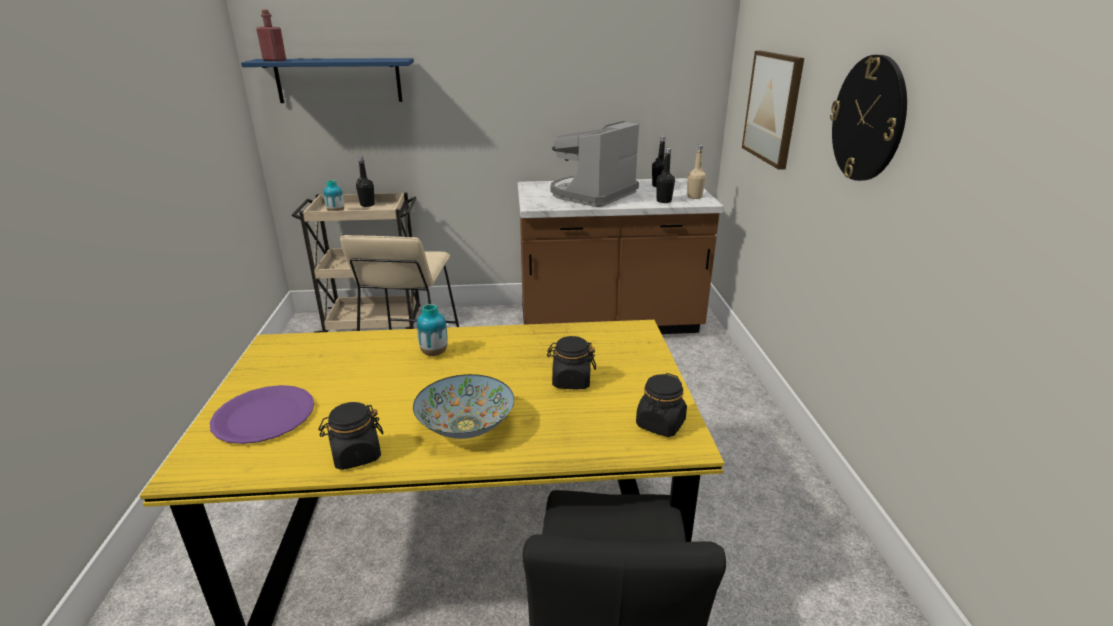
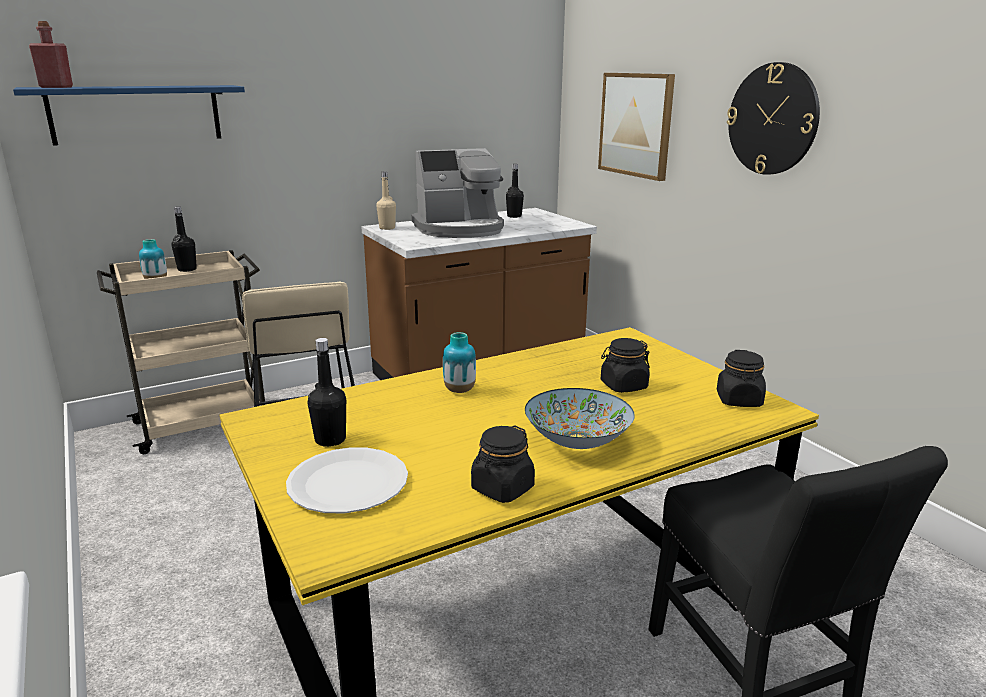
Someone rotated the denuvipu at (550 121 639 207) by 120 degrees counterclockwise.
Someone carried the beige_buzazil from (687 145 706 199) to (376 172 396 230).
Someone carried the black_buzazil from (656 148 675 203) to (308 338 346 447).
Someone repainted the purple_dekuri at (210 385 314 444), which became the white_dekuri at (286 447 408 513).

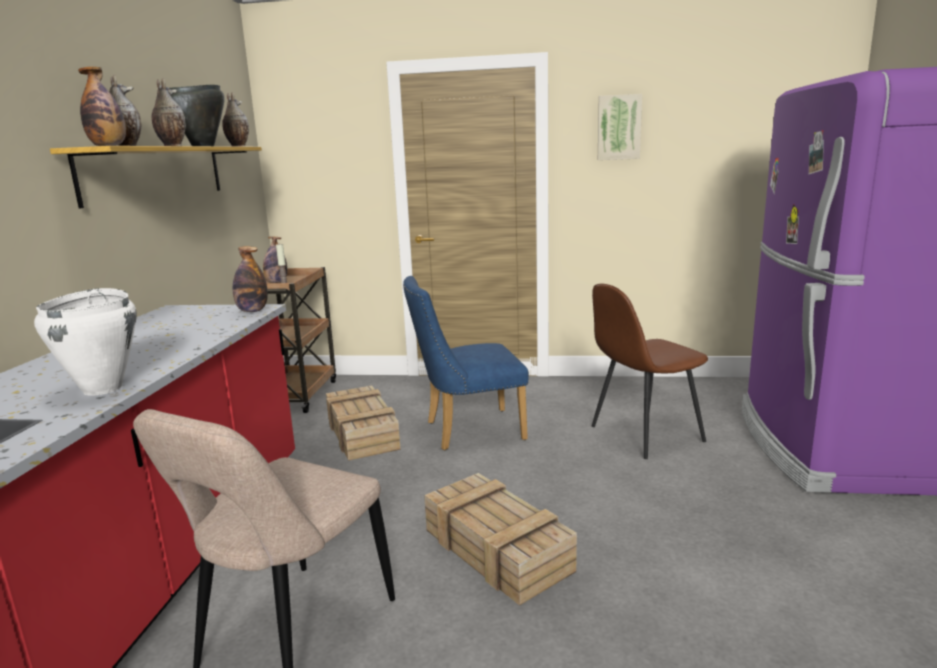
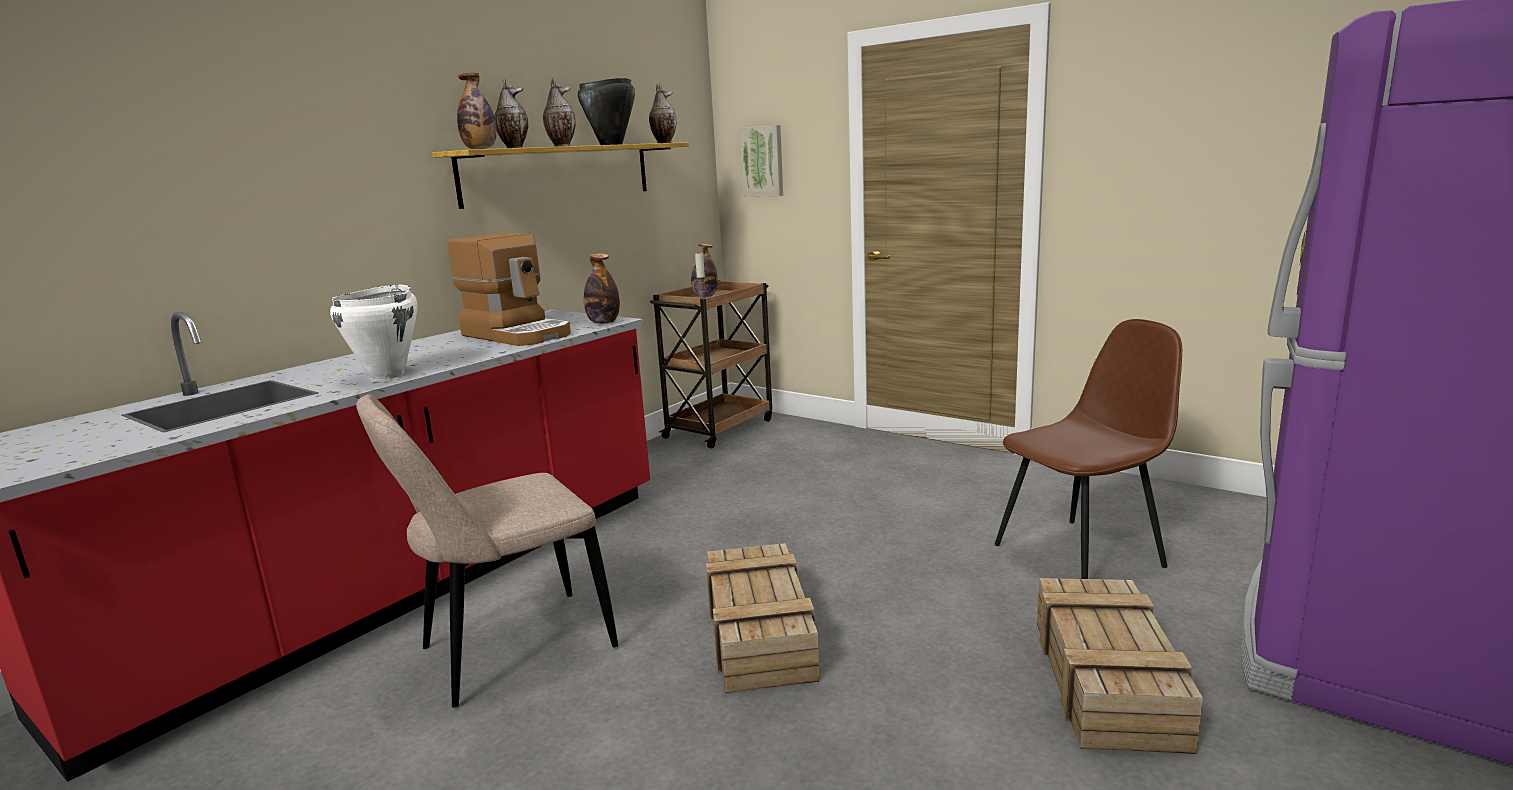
Someone carried the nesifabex from (598 94 642 160) to (740 125 783 197).
Someone took away the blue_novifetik at (403 276 529 450).
Someone rotated the brown_novifetik at (592 284 708 459) by 150 degrees clockwise.
Someone carried the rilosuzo from (326 386 401 461) to (1037 578 1203 754).
Someone put down the denuvipu at (448 233 571 346).

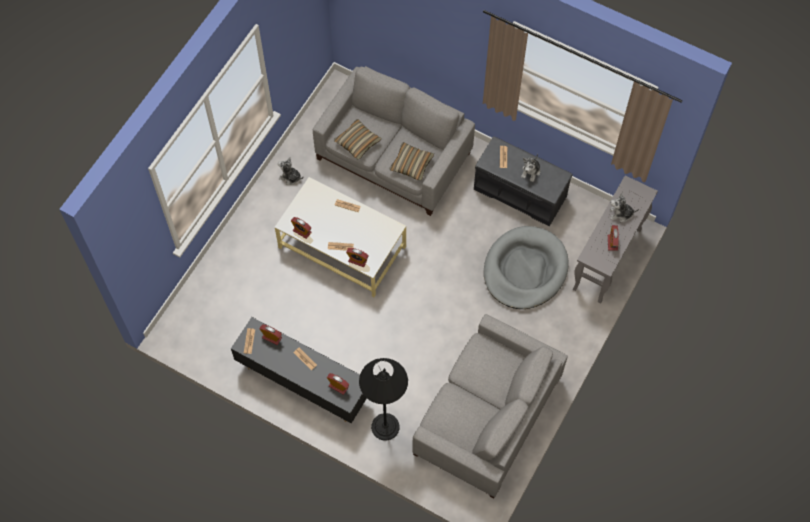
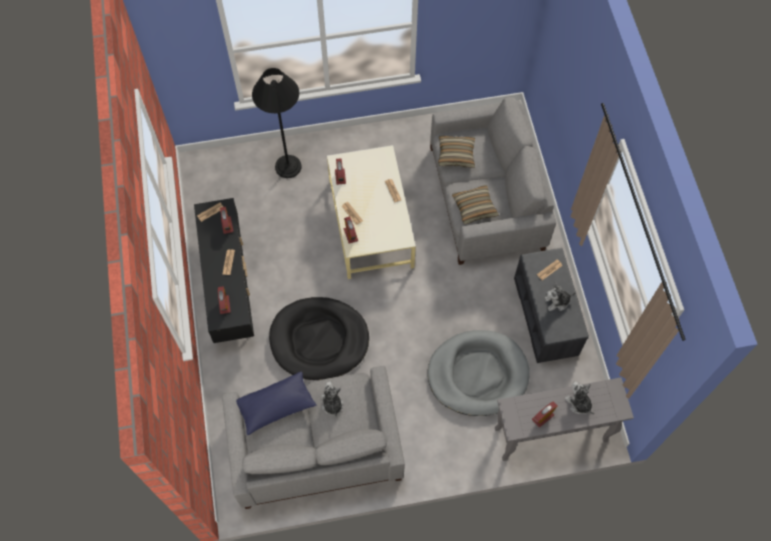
Someone carried the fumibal from (278 157 303 185) to (321 381 343 417).
Someone carried the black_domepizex from (359 358 408 440) to (252 68 302 178).
Someone put down the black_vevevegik at (269 297 369 380).
Someone put down the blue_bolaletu at (236 372 316 435).

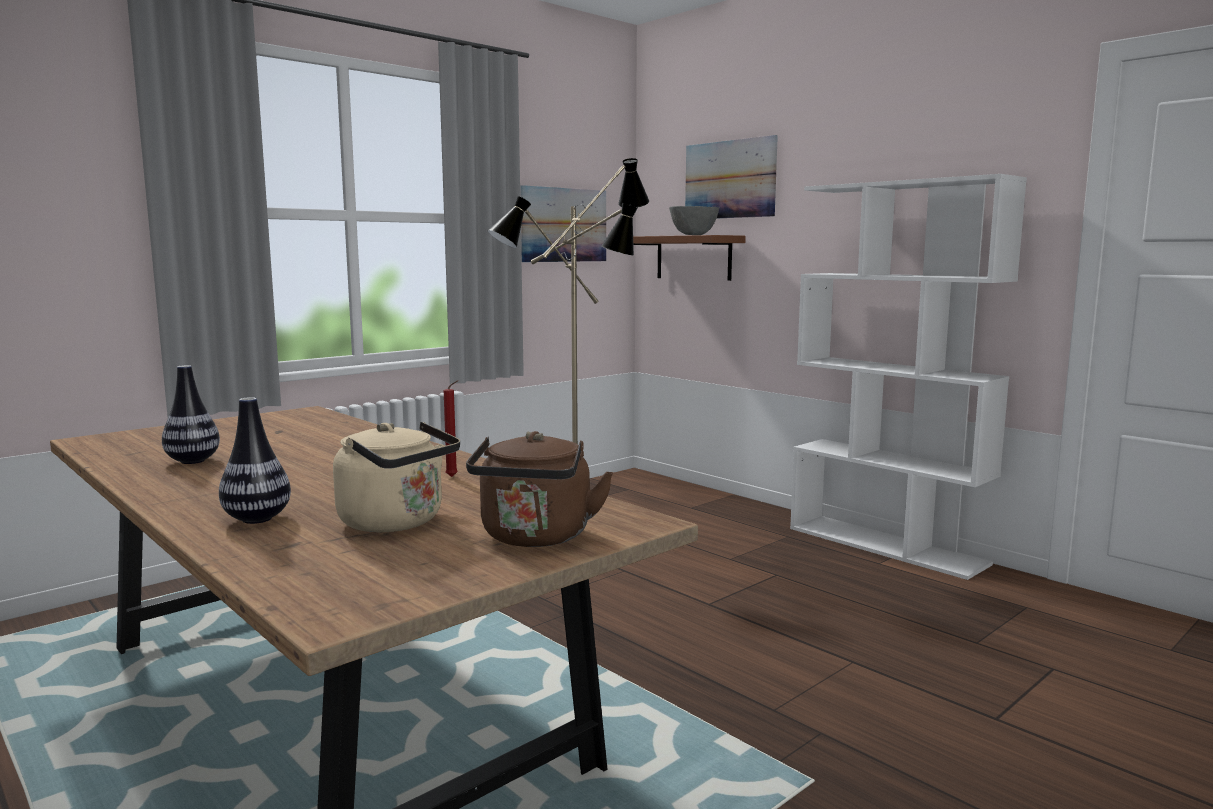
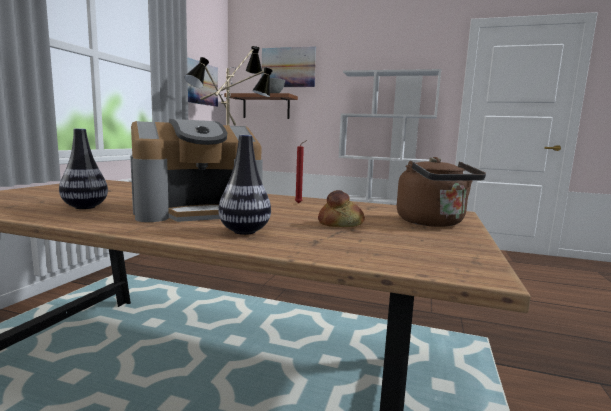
Someone swapped the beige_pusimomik at (333 422 460 532) for the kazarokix at (318 190 365 227).
Someone put down the denuvipu at (130 119 263 222).

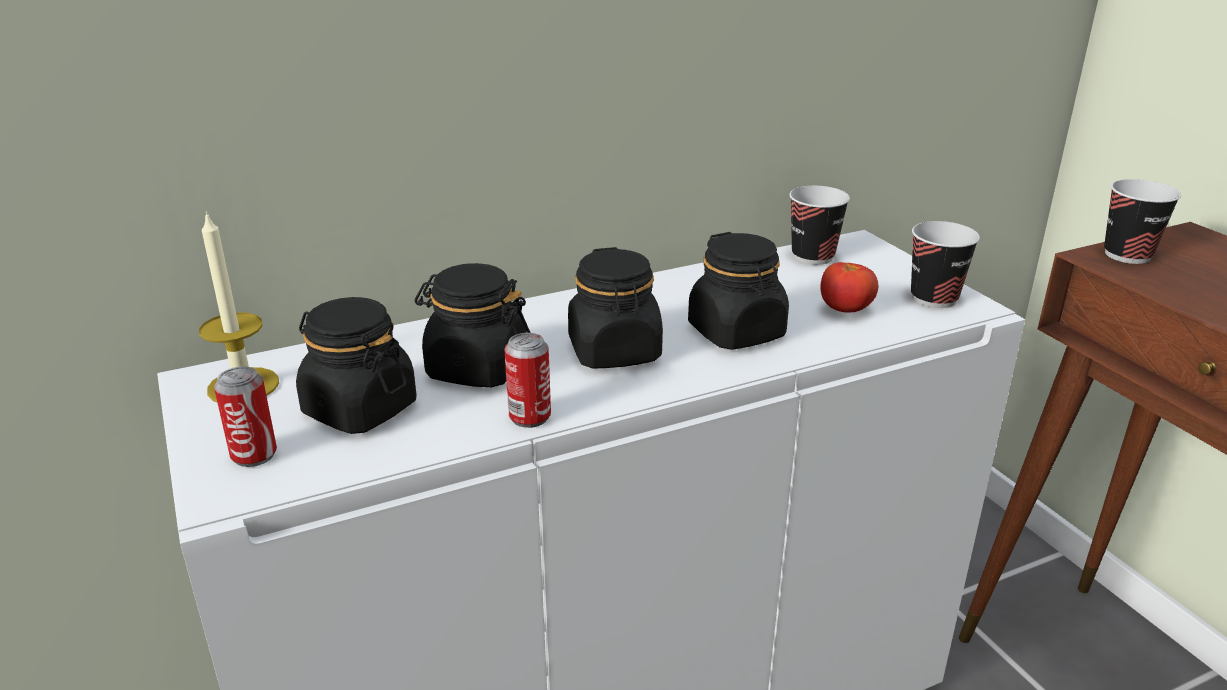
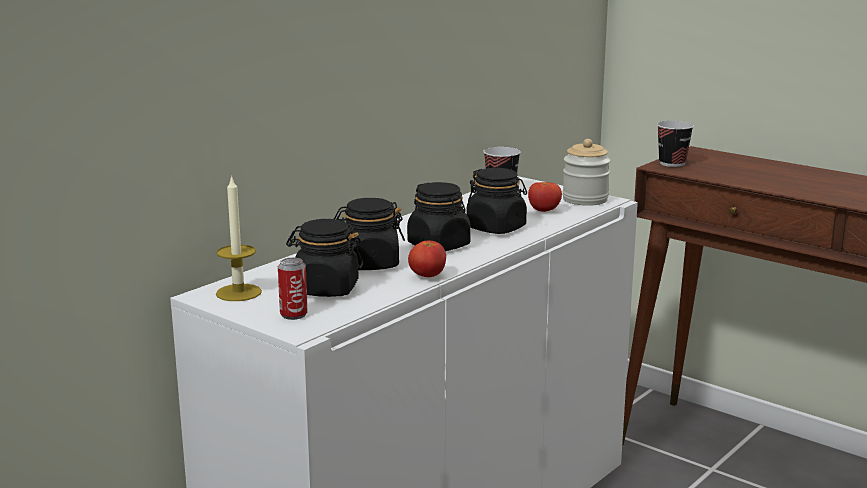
Someone swapped the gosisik at (911 221 980 308) for the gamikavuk at (562 139 611 206).
Someone swapped the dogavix at (504 333 551 428) for the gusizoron at (408 241 446 277).

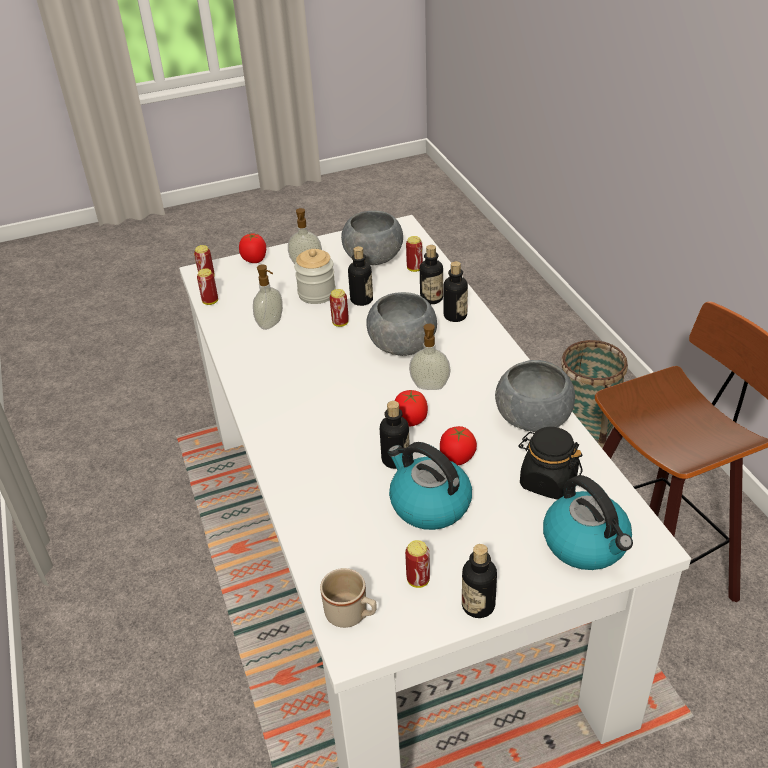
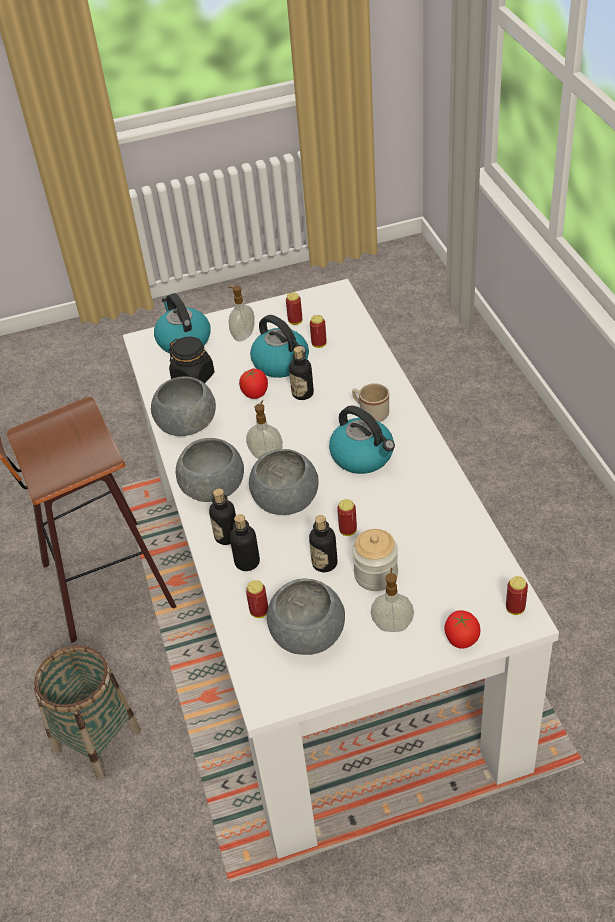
Someone carried the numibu from (253 265 283 330) to (228 286 255 342).
Someone carried the dogavix from (197 269 218 305) to (310 315 327 348).
Someone took away the gusizoron at (394 390 428 426).
Someone took away the buzazil at (462 544 497 618).
Someone carried the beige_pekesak from (320 568 377 628) to (352 383 389 422).
Someone put down the pusimomik at (329 406 395 474).
Someone put down the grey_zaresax at (176 438 244 502).

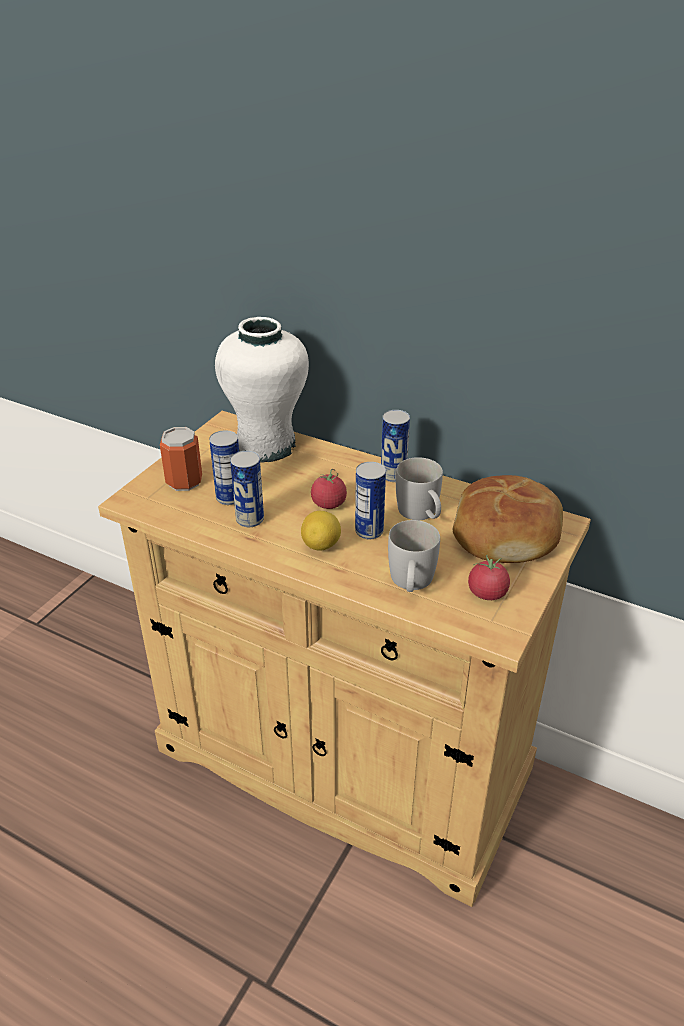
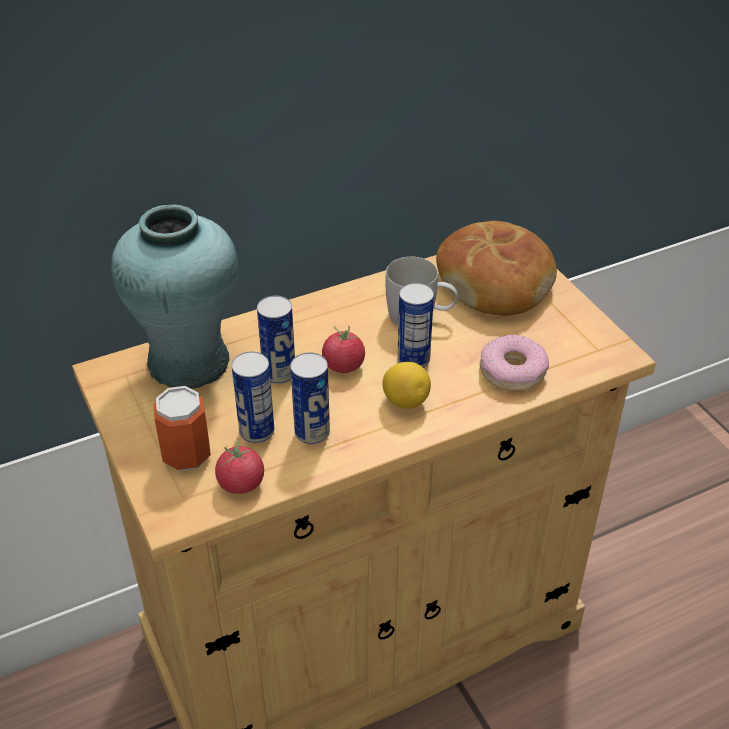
Someone repainted the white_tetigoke at (215 317 309 463), which became the turquoise_tetigoke at (111 204 238 389).
Someone carried the dogavix from (381 410 410 482) to (257 295 295 384).
Someone swapped the white_pekesak at (388 520 440 592) for the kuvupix at (480 334 549 391).
Someone carried the gusizoron from (468 555 510 600) to (215 439 264 494).

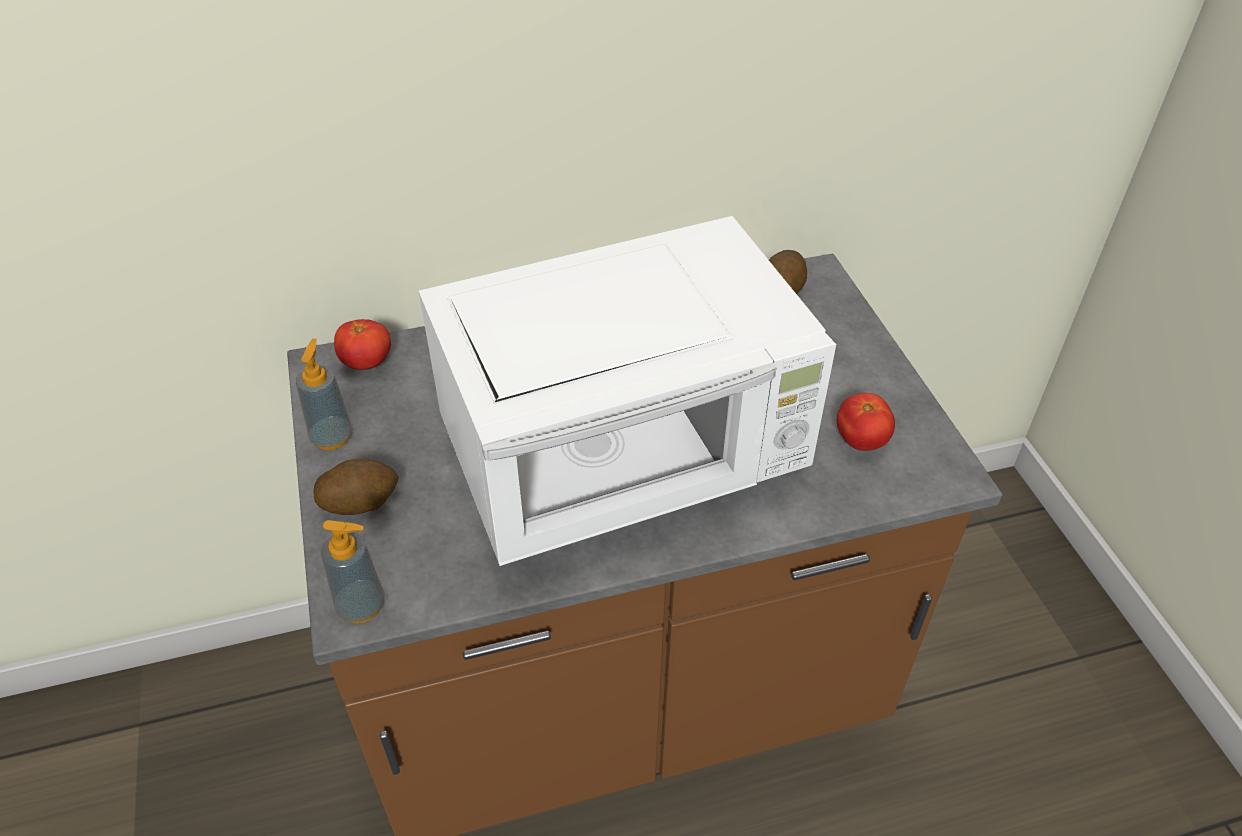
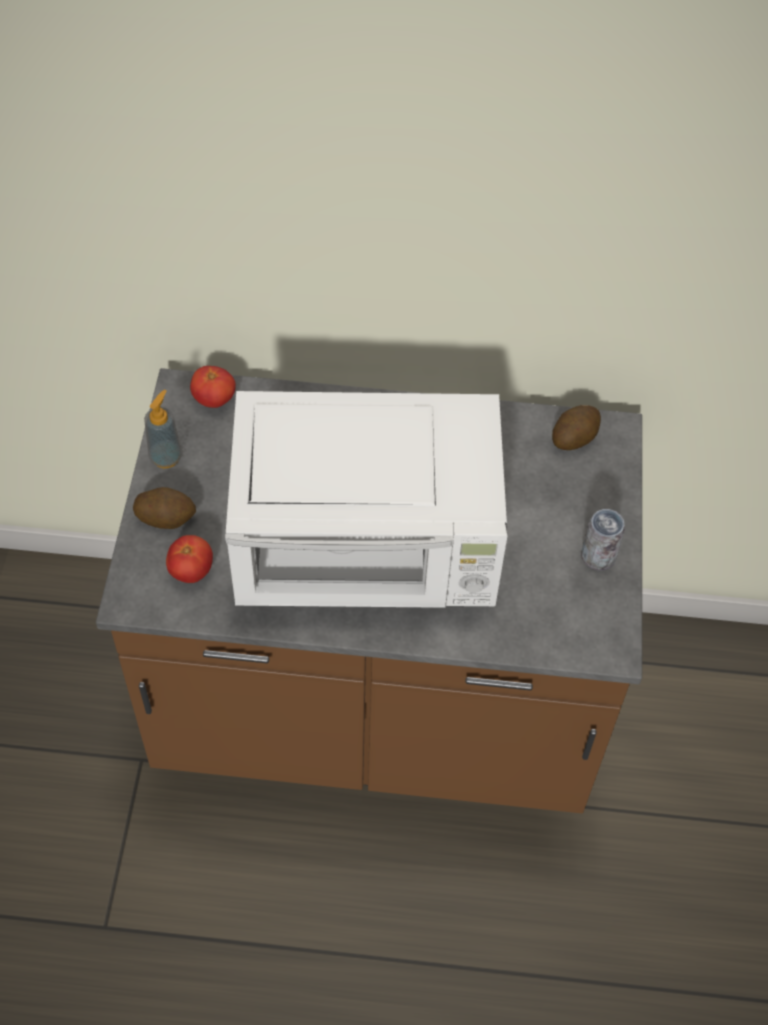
Someone carried the gusizoron from (837 393 895 451) to (166 535 213 583).
Someone took away the numibu at (321 520 385 623).
Someone put down the dogavix at (581 509 625 570).

